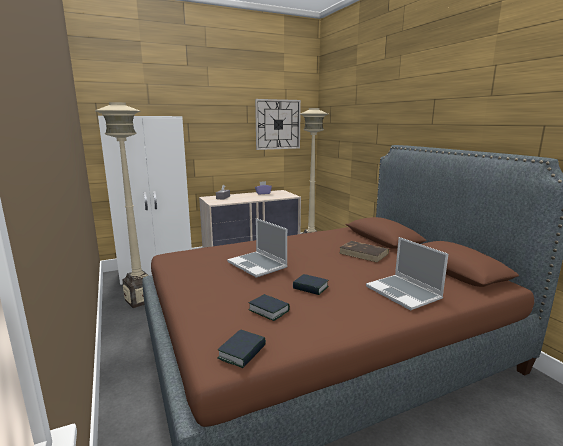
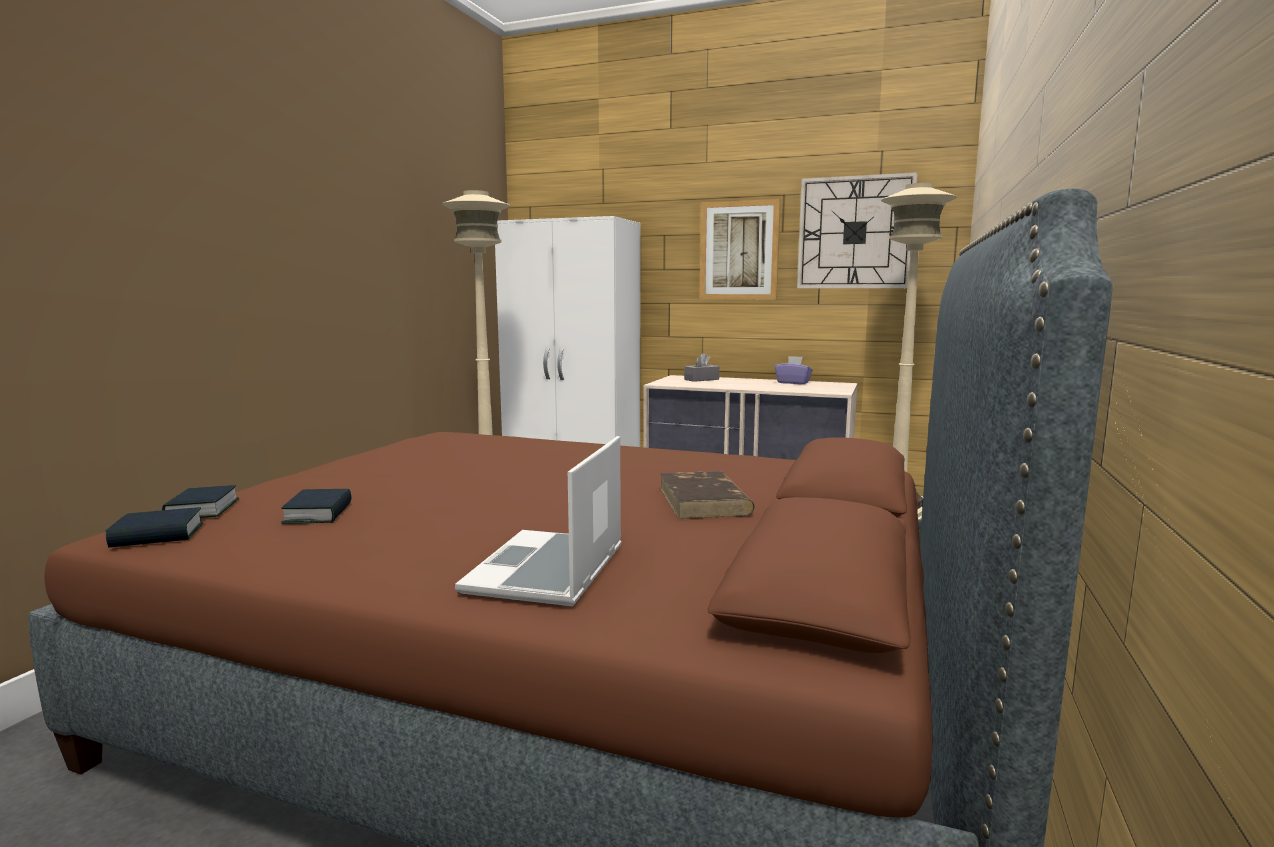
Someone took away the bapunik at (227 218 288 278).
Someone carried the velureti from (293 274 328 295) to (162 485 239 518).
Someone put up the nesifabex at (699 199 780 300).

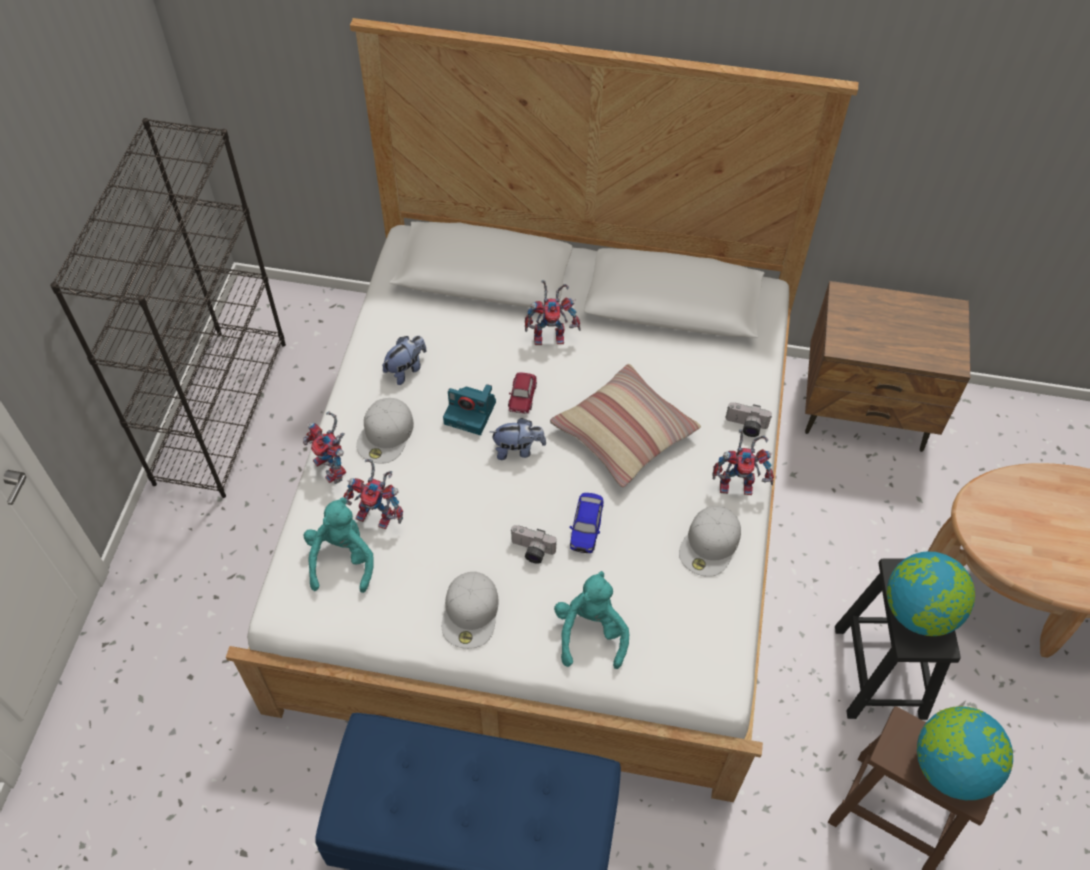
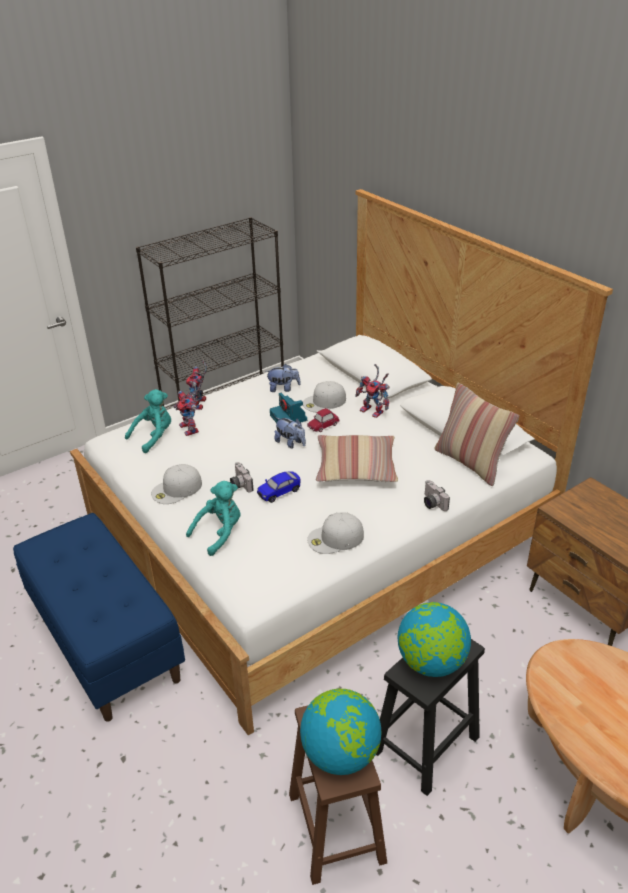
Someone carried the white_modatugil from (356 398 414 464) to (303 381 346 412).
Someone took away the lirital at (712 429 774 495).
Someone put down the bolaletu at (434 382 519 486).

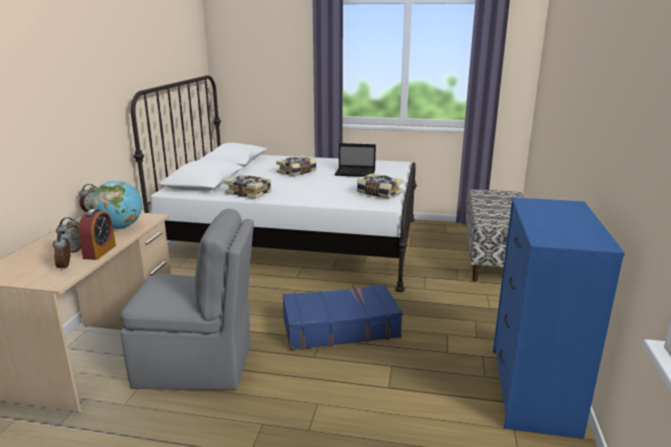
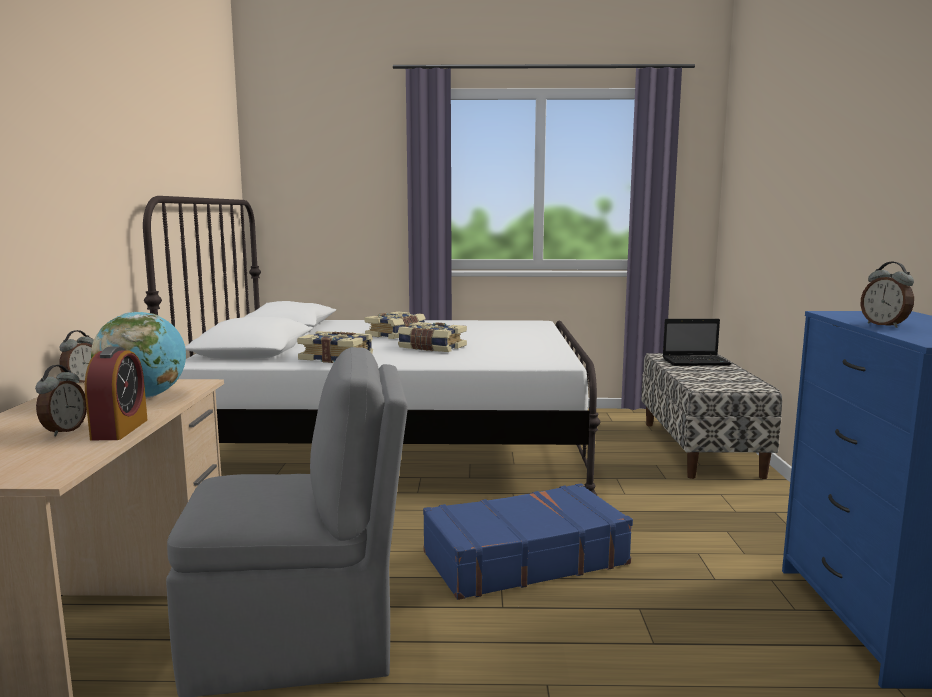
Someone carried the bapunik from (335 143 376 177) to (663 319 732 366).
Someone carried the velureti from (357 173 404 199) to (398 322 467 352).
Someone carried the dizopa from (53 231 71 271) to (860 262 914 328).

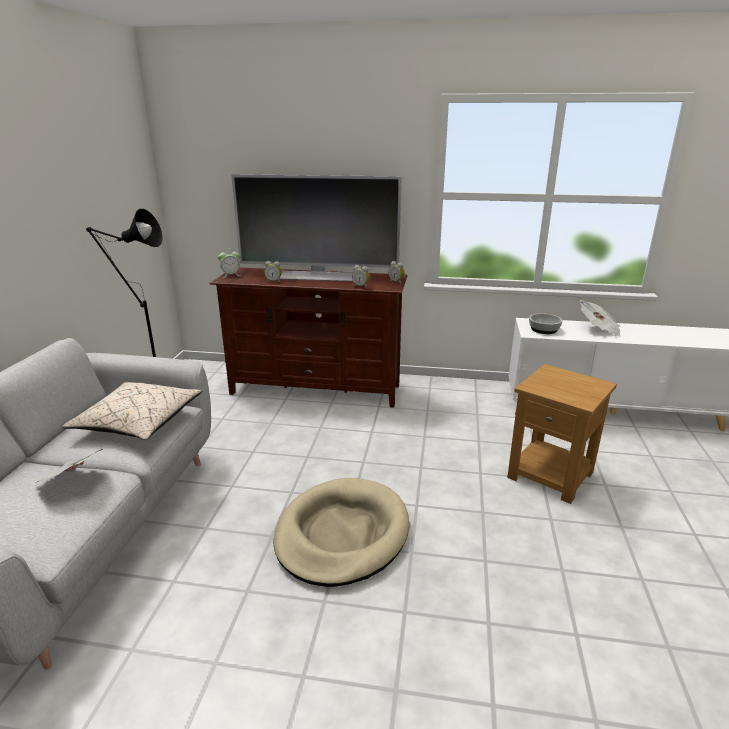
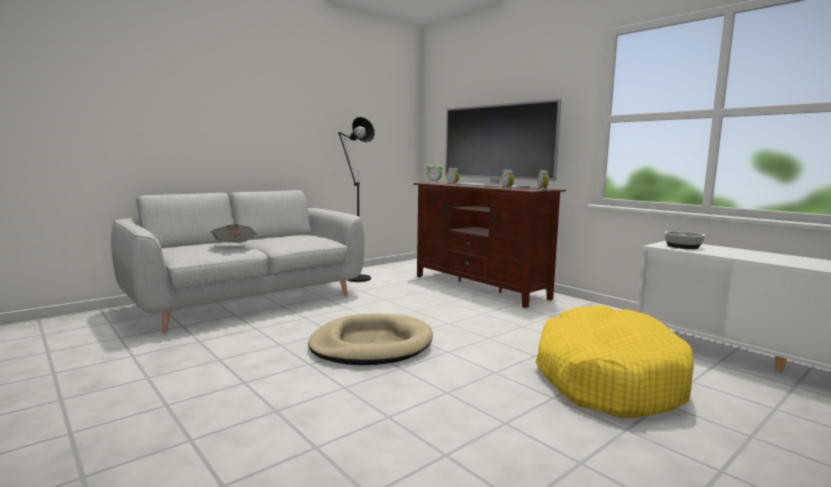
Someone took away the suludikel at (579 300 620 337).
Someone swapped the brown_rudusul at (507 364 617 504) for the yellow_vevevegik at (536 305 694 418).
Someone took away the beige_bolaletu at (62 382 203 440).

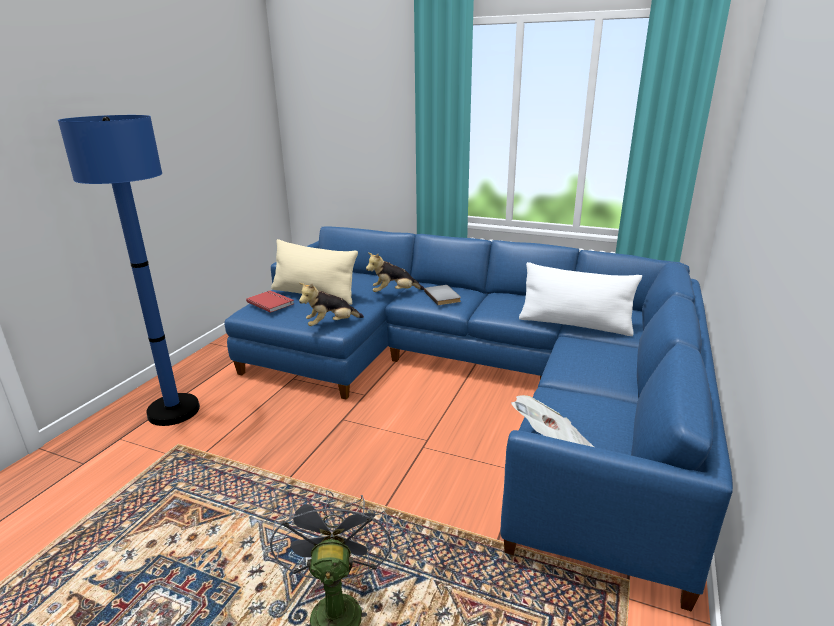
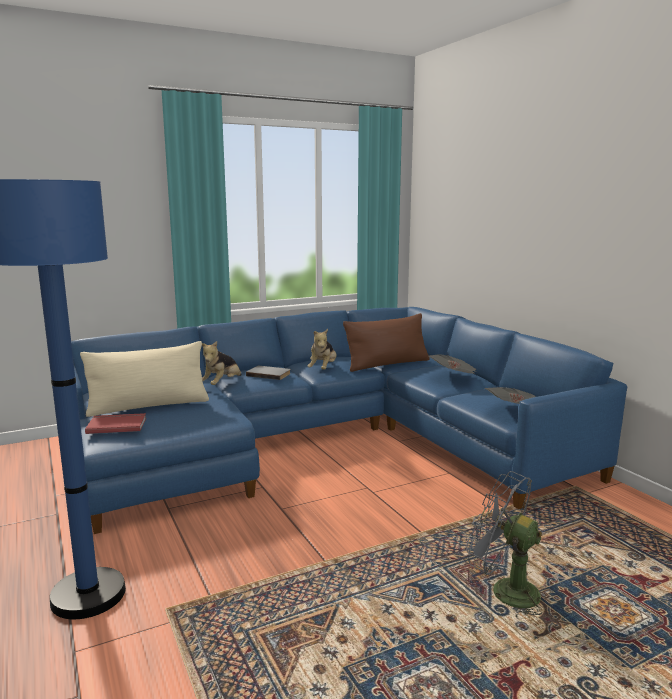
Someone repainted the white_bolaletu at (519 262 642 336), which became the brown_bolaletu at (343 313 430 372).
Someone carried the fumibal from (299 283 364 326) to (307 329 337 369).
Someone put down the suludikel at (428 355 477 374).

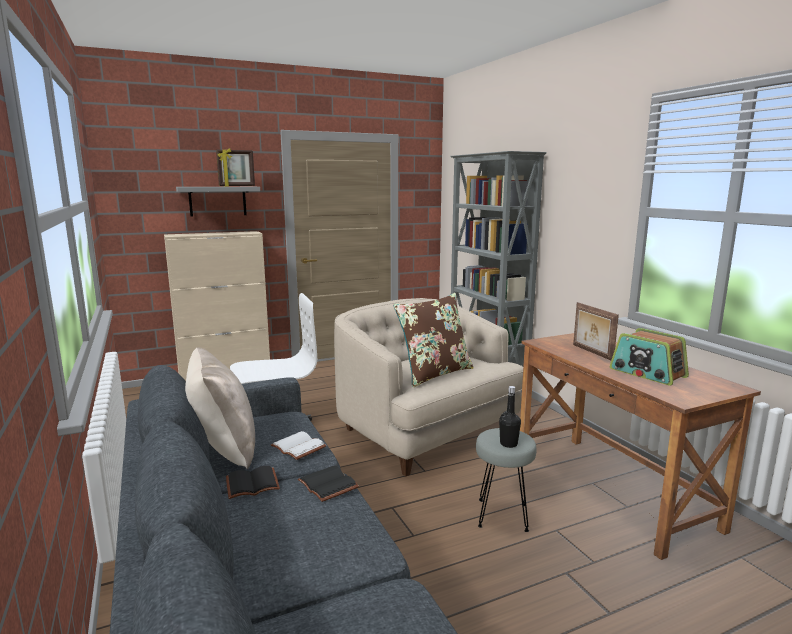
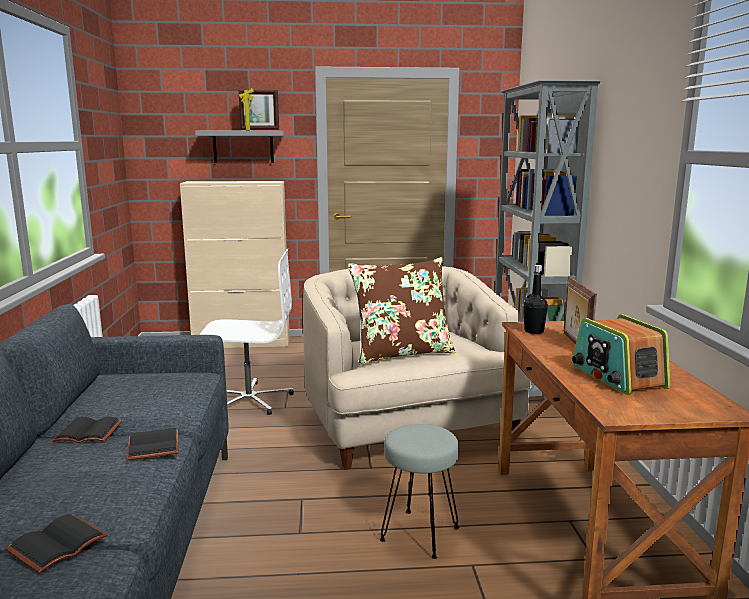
Someone took away the beige_bolaletu at (185 347 255 469).
Someone carried the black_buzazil from (499 386 521 448) to (524 265 548 334).
Someone took away the white_velureti at (271 431 326 460).
Someone put down the black_velureti at (6 514 108 573).

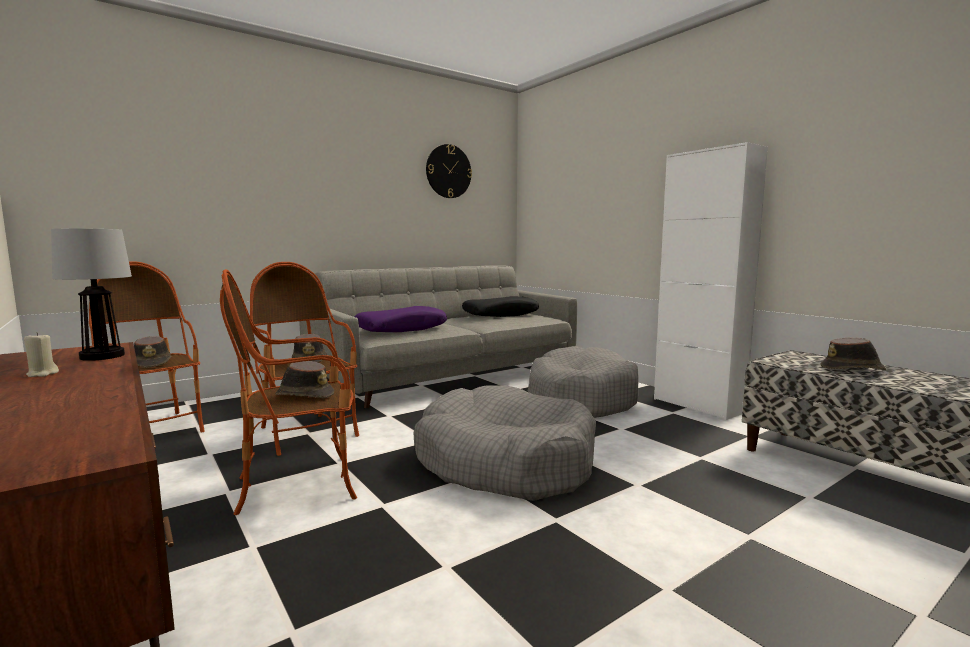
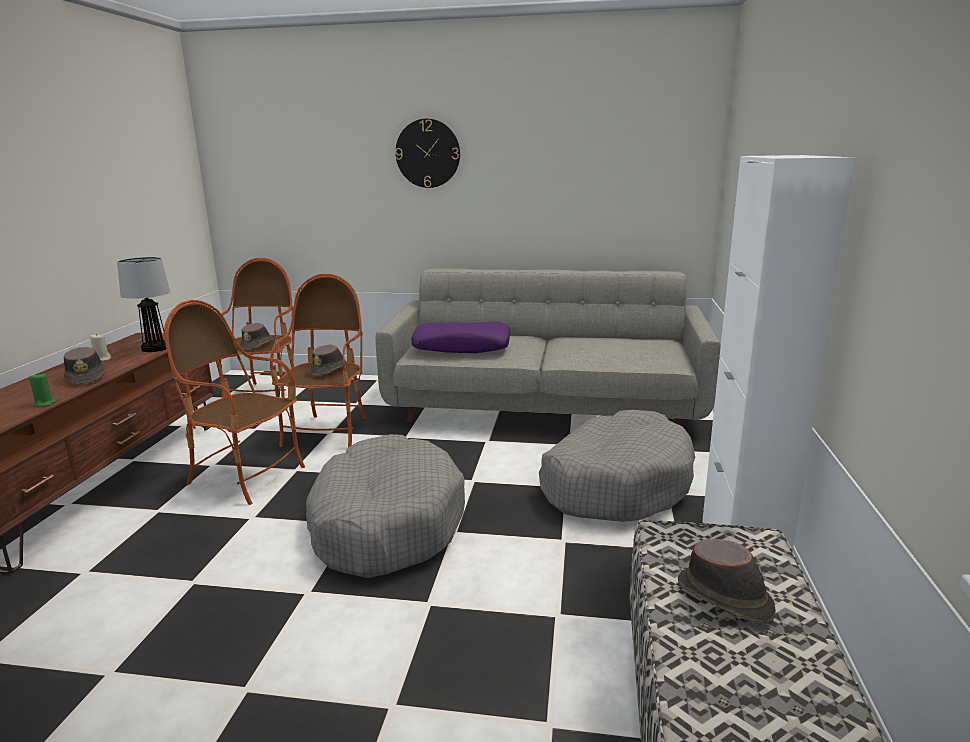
Someone carried the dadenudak from (426 144 472 198) to (395 119 460 188).
Someone took away the black_bolaletu at (462 296 539 317).
Someone carried the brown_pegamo from (275 361 334 398) to (64 347 106 385).
Someone put down the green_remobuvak at (29 373 56 407).

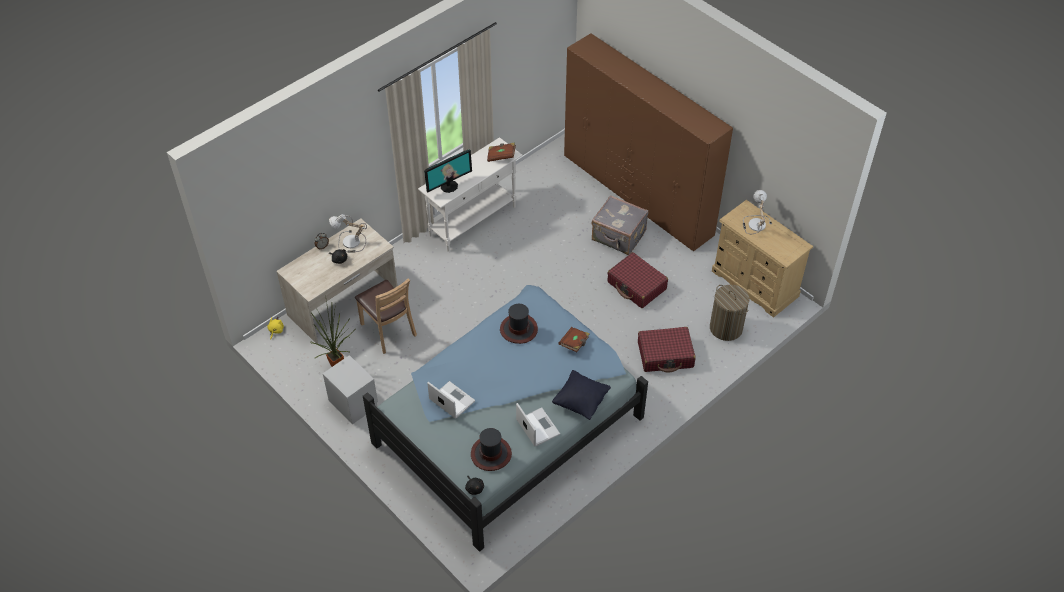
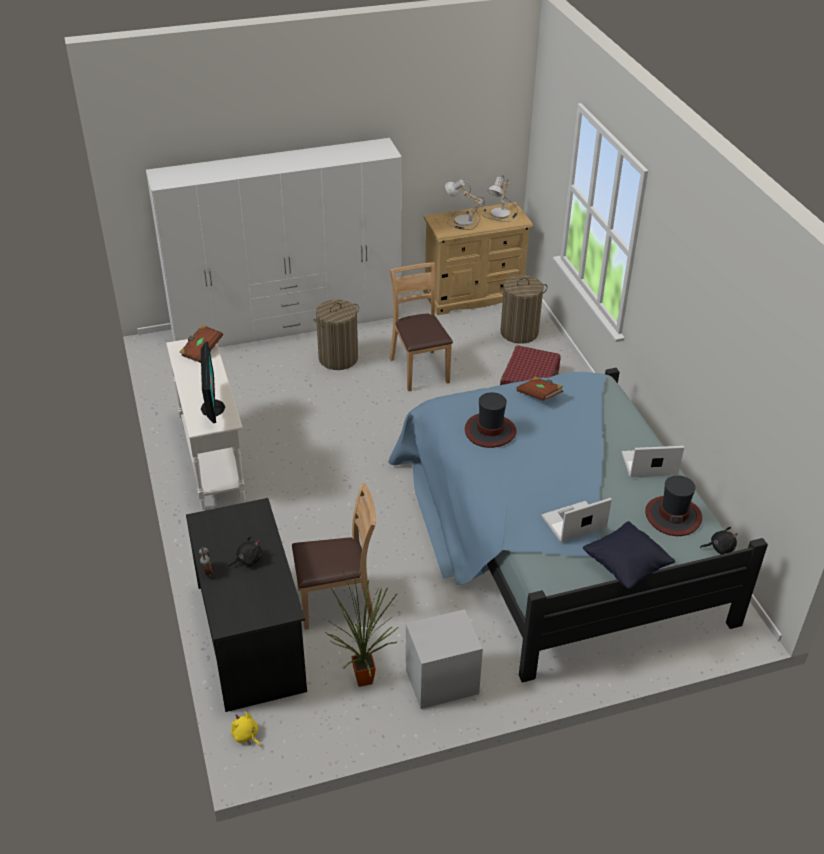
Someone repainted the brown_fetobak at (564 33 733 251), which became the white_fetobak at (146 138 402 347).
Someone swapped the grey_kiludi at (592 195 649 255) for the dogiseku at (313 299 359 370).
Someone carried the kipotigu from (329 214 367 253) to (482 175 518 222).
Someone repainted the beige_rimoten at (276 218 397 344), which became the black_rimoten at (186 498 307 712).
Someone swapped the red_kiludi at (607 252 668 308) for the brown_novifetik at (390 262 453 391).
Someone carried the black_bolaletu from (552 370 611 420) to (583 521 675 589).

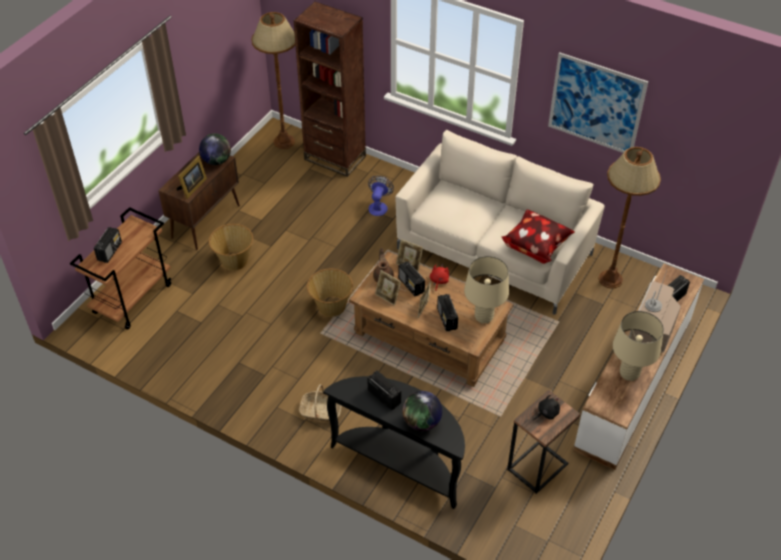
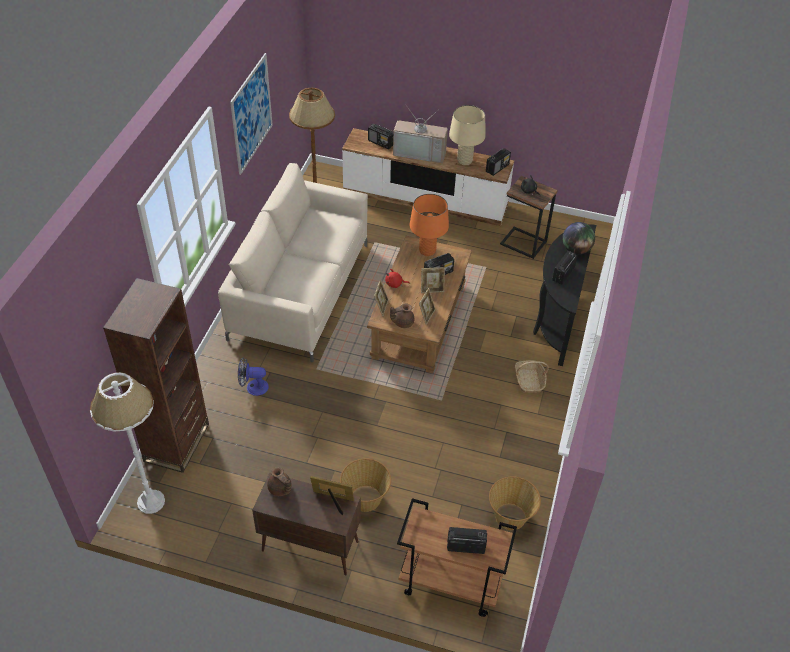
Someone repainted the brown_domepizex at (251 12 295 149), which became the white_domepizex at (90 372 165 514).
Someone swapped the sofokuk at (199 134 231 165) for the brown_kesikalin at (267 467 292 496).
Someone took away the bolaletu at (501 210 574 264).
Someone repainted the beige_kipotigu at (464 256 509 323), which became the orange_kipotigu at (410 194 449 256).
Someone carried the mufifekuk from (398 261 425 296) to (486 148 511 176).
Someone carried the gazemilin from (307 269 353 317) to (489 476 541 530).

